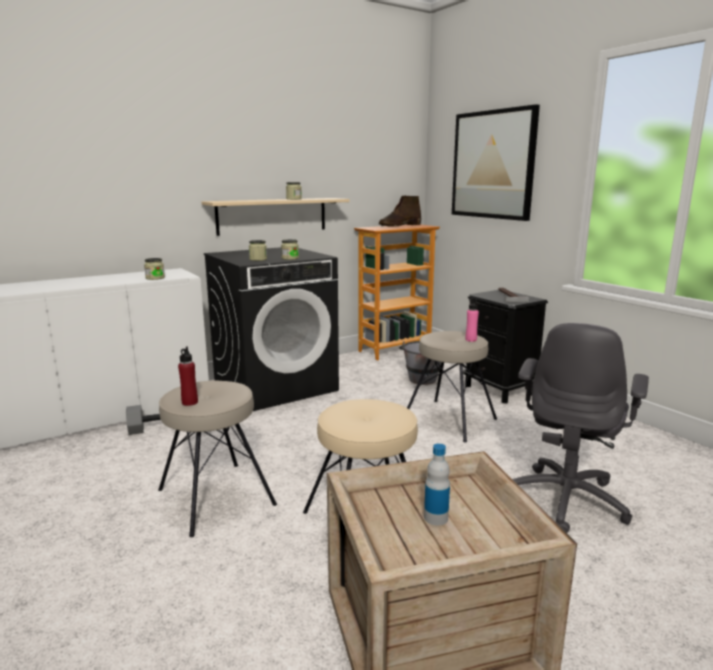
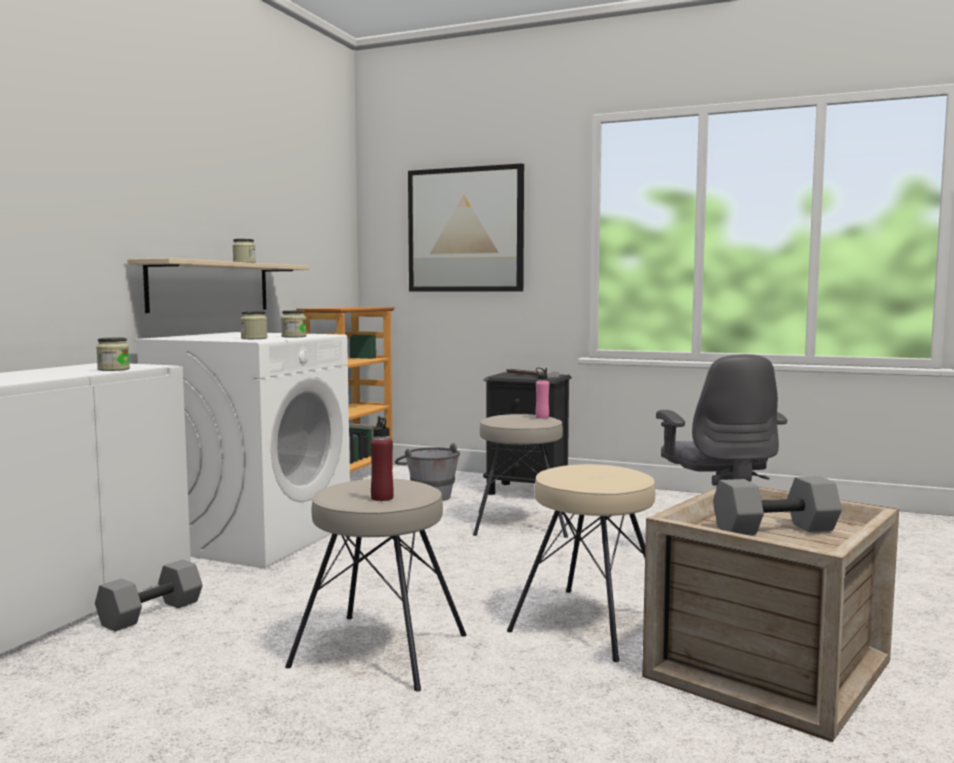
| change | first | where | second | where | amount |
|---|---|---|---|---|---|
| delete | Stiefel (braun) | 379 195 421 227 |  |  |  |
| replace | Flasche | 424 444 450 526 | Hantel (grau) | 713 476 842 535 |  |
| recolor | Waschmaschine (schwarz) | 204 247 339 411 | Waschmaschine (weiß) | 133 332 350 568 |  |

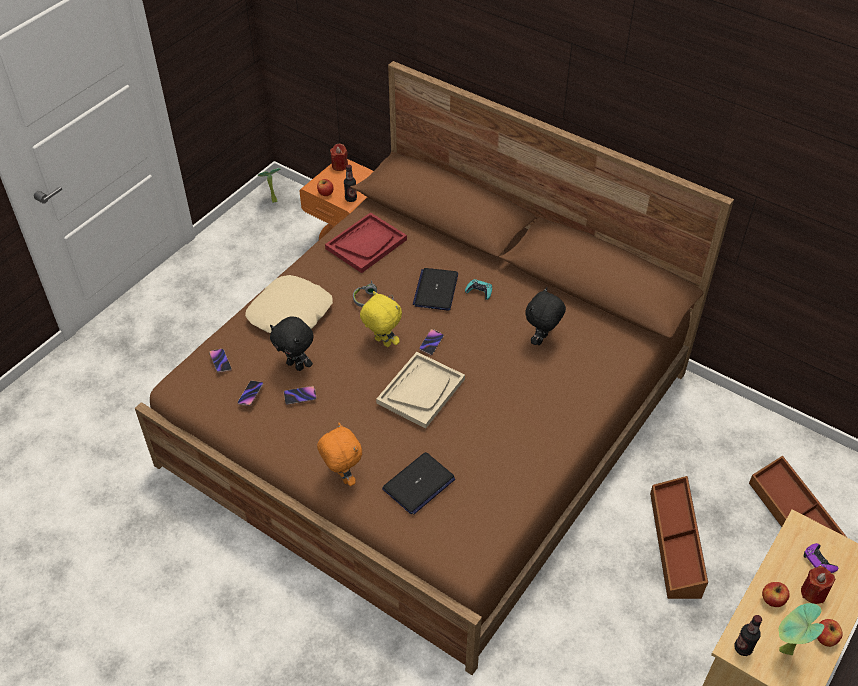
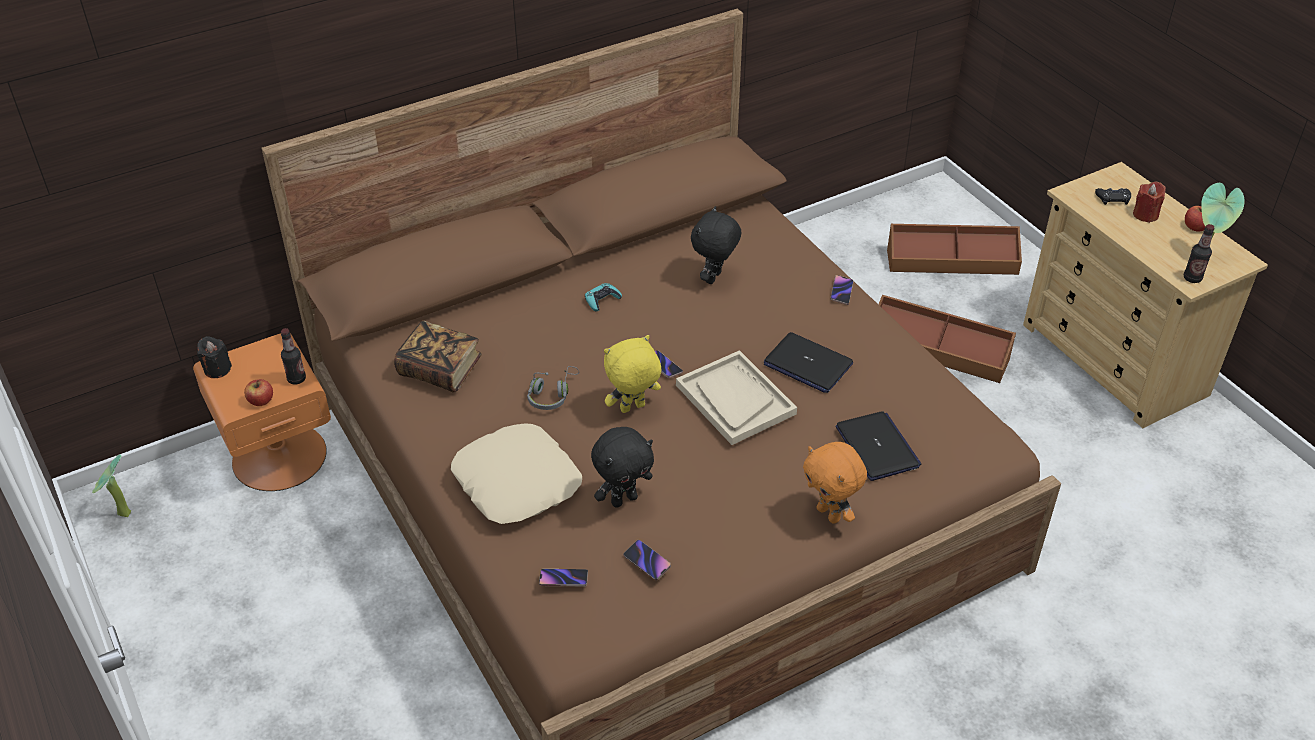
| change | first | where | second | where | amount |
|---|---|---|---|---|---|
| delete | Apfel | 762 582 790 607 |  |  |  |
| move | Handy | 284 386 317 405 |  | 830 275 853 305 |  |
| move | Laptop | 413 268 458 311 |  | 764 332 853 393 |  |
| replace | Tablett (rot) | 325 212 407 273 | Buch | 394 320 482 392 |  |
| recolor | Kerze (rot) | 330 144 348 171 | Kerze (schwarz) | 197 336 232 378 |  |
| recolor | Gamepad (lila) | 804 543 838 573 | Gamepad (schwarz) | 1095 188 1131 205 |  |
| rotate | Plüschtier (orange) | 317 422 362 486 |  | 803 442 867 524 | 120 degrees counterclockwise |
| rotate | Plüschtier (schwarz) | 526 287 566 345 |  | 691 206 741 284 | 60 degrees clockwise |

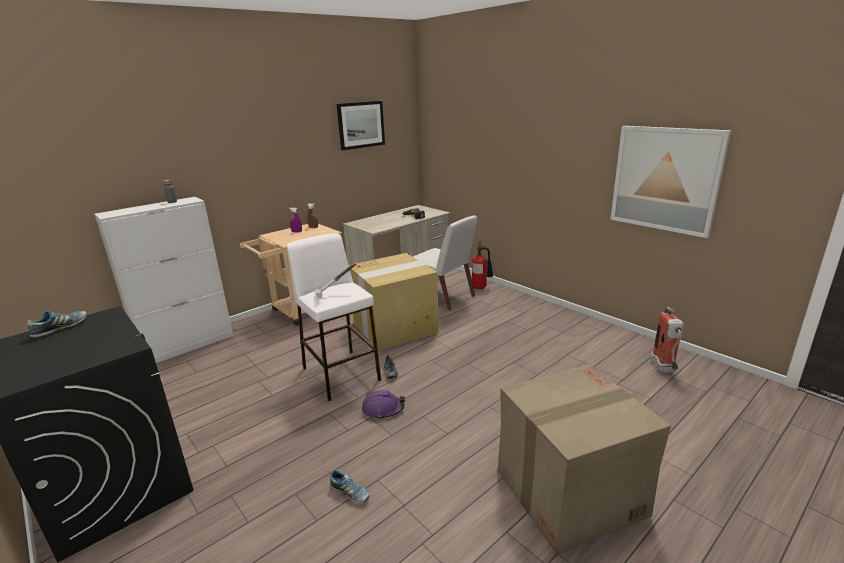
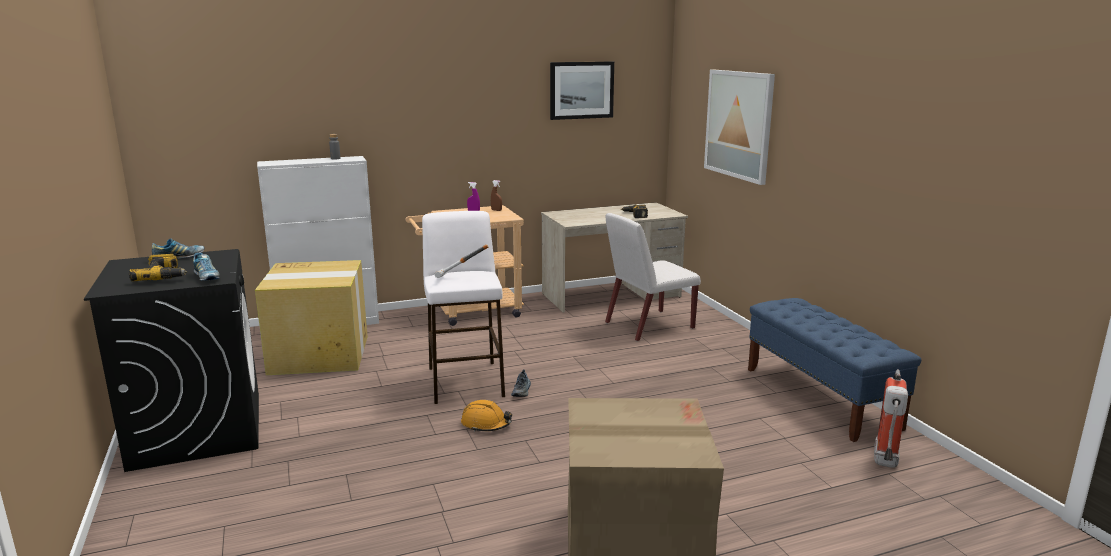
| change | first | where | second | where | amount |
|---|---|---|---|---|---|
| delete | Feuerlöscher | 472 241 493 289 |  |  |  |
| insert |  |  | Bohrmaschine | 129 254 187 281 |  |
| insert |  |  | Bank (blau) | 748 298 921 442 |  |
| move | Schuh | 330 470 370 503 |  | 193 253 220 281 |  |
| move | Karton | 349 253 439 351 |  | 255 260 368 375 |  |
| move | Bild | 610 126 732 238 |  | 704 70 775 185 |  |
| recolor | Schutzhelm (lila) | 362 390 405 419 | Schutzhelm (orange) | 461 400 512 432 |  |
| rotate | Stuhl (weiß) | 413 215 477 311 |  | 605 213 701 341 | 90 degrees clockwise |

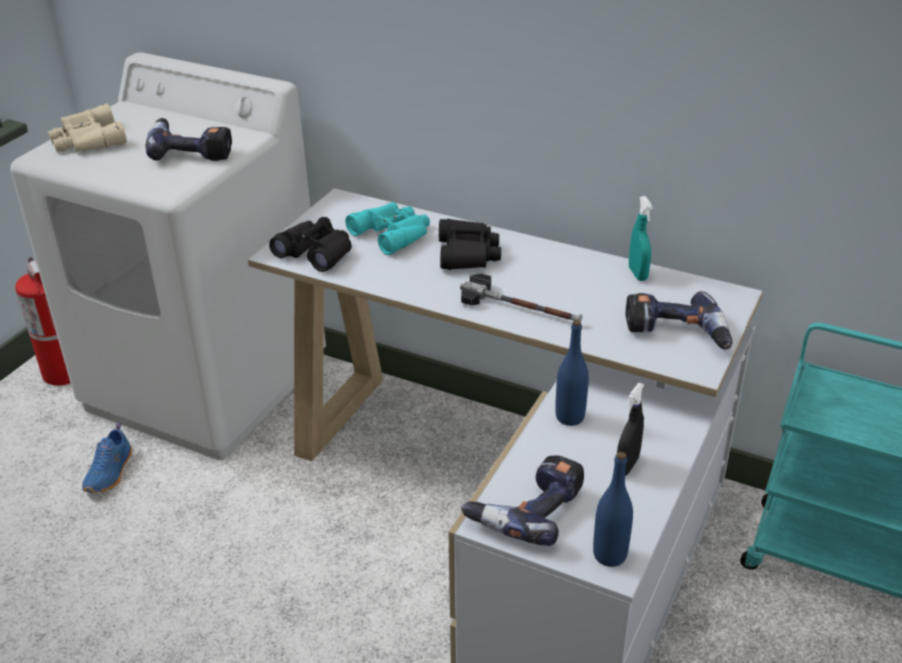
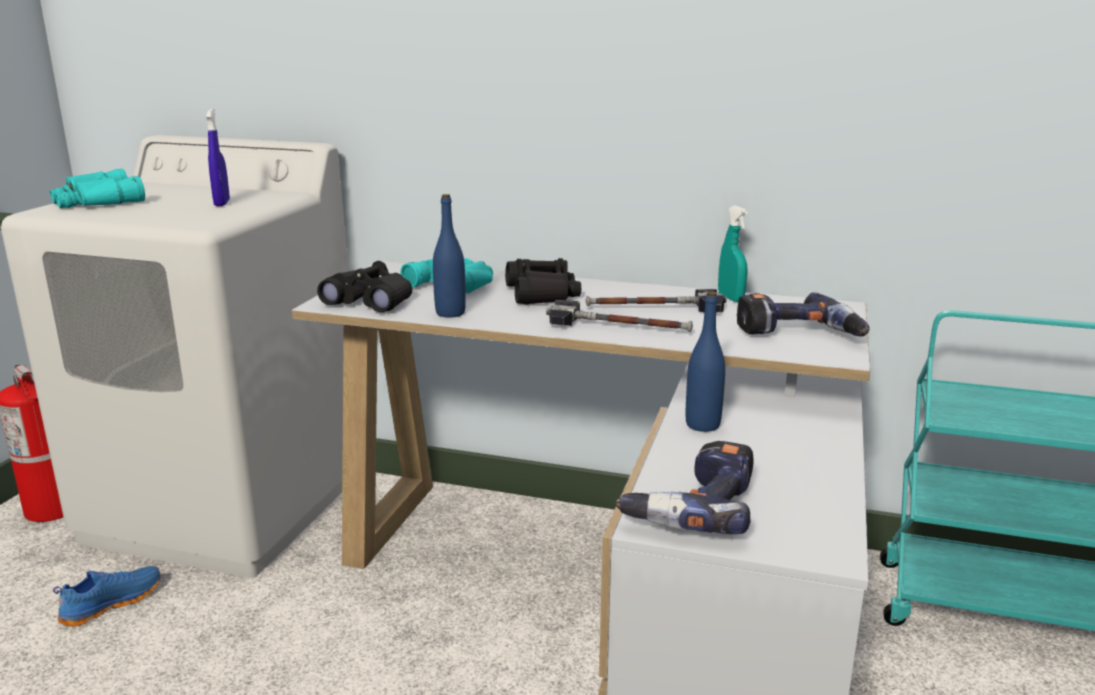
| change | first | where | second | where | amount |
|---|---|---|---|---|---|
| delete | Sprühflasche (schwarz) | 617 383 644 476 |  |  |  |
| insert |  |  | Hammer | 585 289 727 313 |  |
| move | Flasche (blau) | 593 452 633 567 |  | 433 194 466 318 |  |
| replace | Bohrmaschine | 145 118 232 161 | Sprühflasche (blau) | 206 109 230 206 |  |
| recolor | Fernglas (beige) | 48 103 127 152 | Fernglas (türkis) | 50 168 145 208 |  |
| rotate | Schuh (blau) | 82 423 132 493 |  | 53 566 161 627 | 135 degrees counterclockwise |

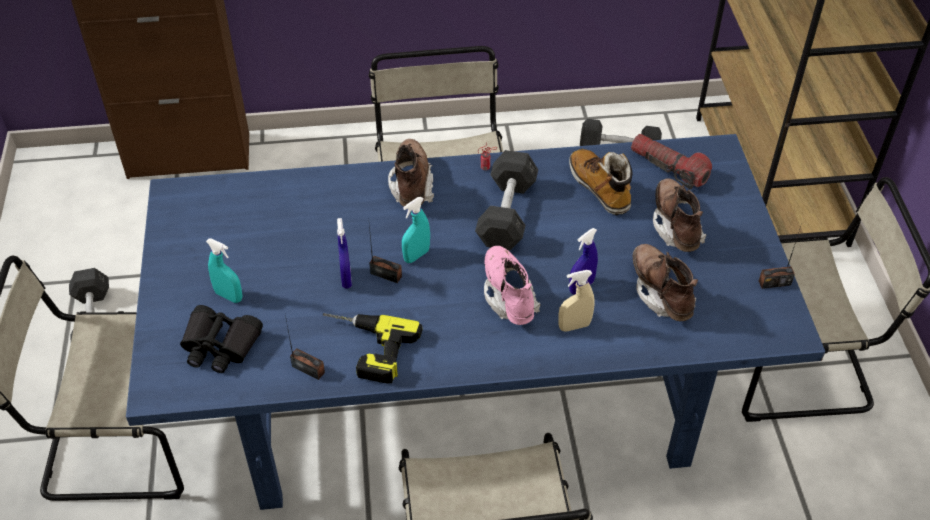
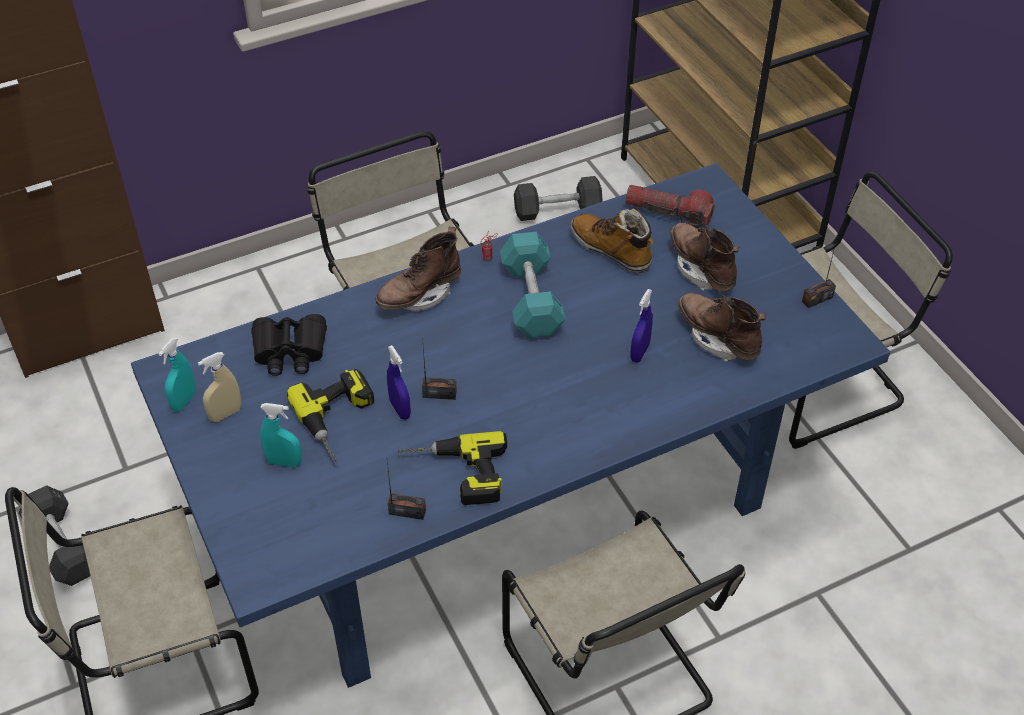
| change | first | where | second | where | amount |
|---|---|---|---|---|---|
| delete | Stiefel (rosa) | 484 246 541 325 |  |  |  |
| insert |  |  | Bohrmaschine | 287 369 374 462 |  |
| move | Fernglas (schwarz) | 180 305 263 373 |  | 251 314 327 376 |  |
| move | Sprühflasche (türkis) | 402 197 430 263 |  | 158 338 196 412 |  |
| move | Sprühflasche (beige) | 558 270 595 332 |  | 198 352 241 422 |  |
| recolor | Hantel (grau) | 475 150 538 250 | Hantel (türkis) | 500 232 566 338 |  |
| rotate | Stiefel (braun) | 388 139 434 207 |  | 375 227 461 311 | 105 degrees counterclockwise |

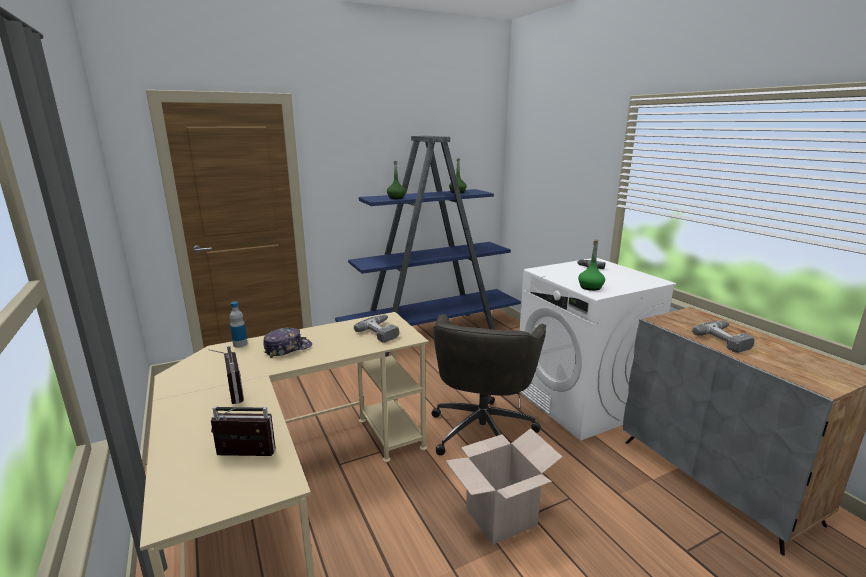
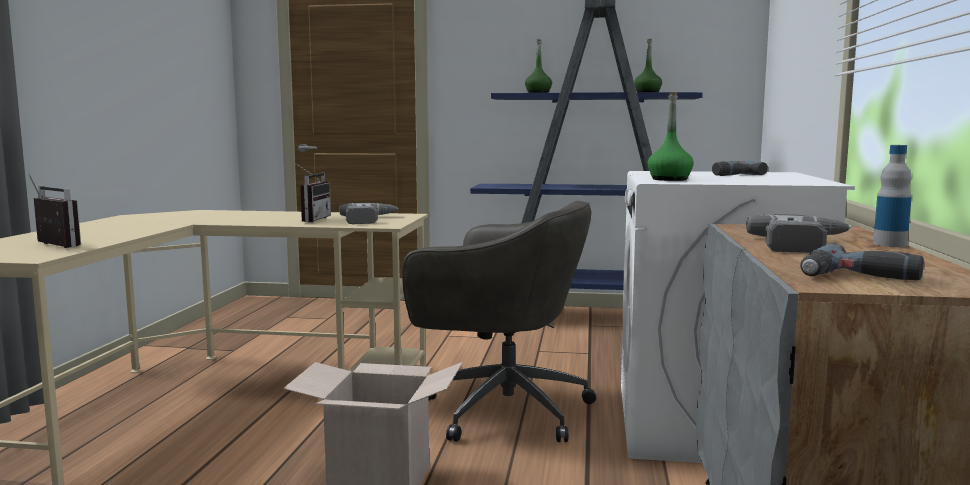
| change | first | where | second | where | amount |
|---|---|---|---|---|---|
| delete | Kappe | 263 328 312 358 |  |  |  |
| insert |  |  | Bohrmaschine | 800 243 924 280 |  |
| move | Radio | 208 346 244 404 |  | 294 162 331 222 |  |
| move | Flasche | 230 302 248 347 |  | 873 145 912 247 |  |
| rotate | Bürostuhl (grau) | 431 314 546 456 |  | 402 201 596 442 | 120 degrees counterclockwise |

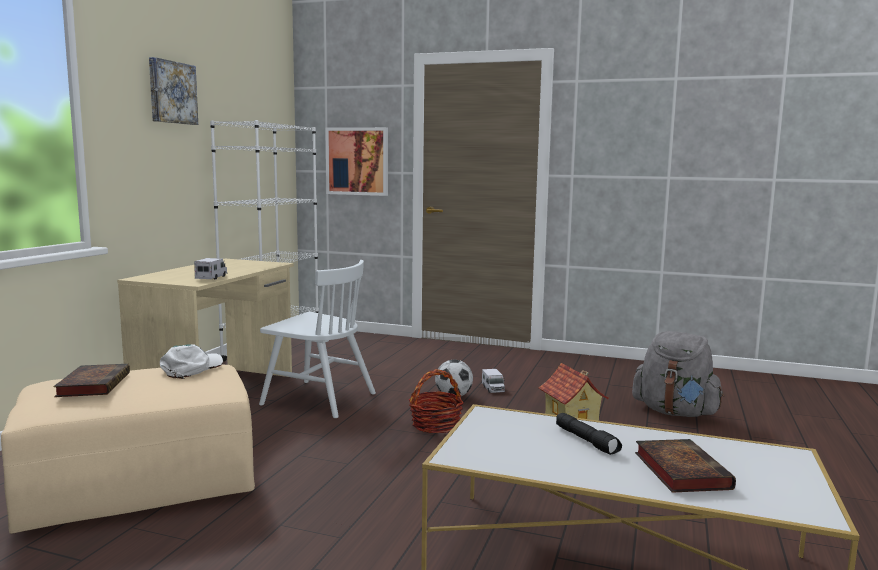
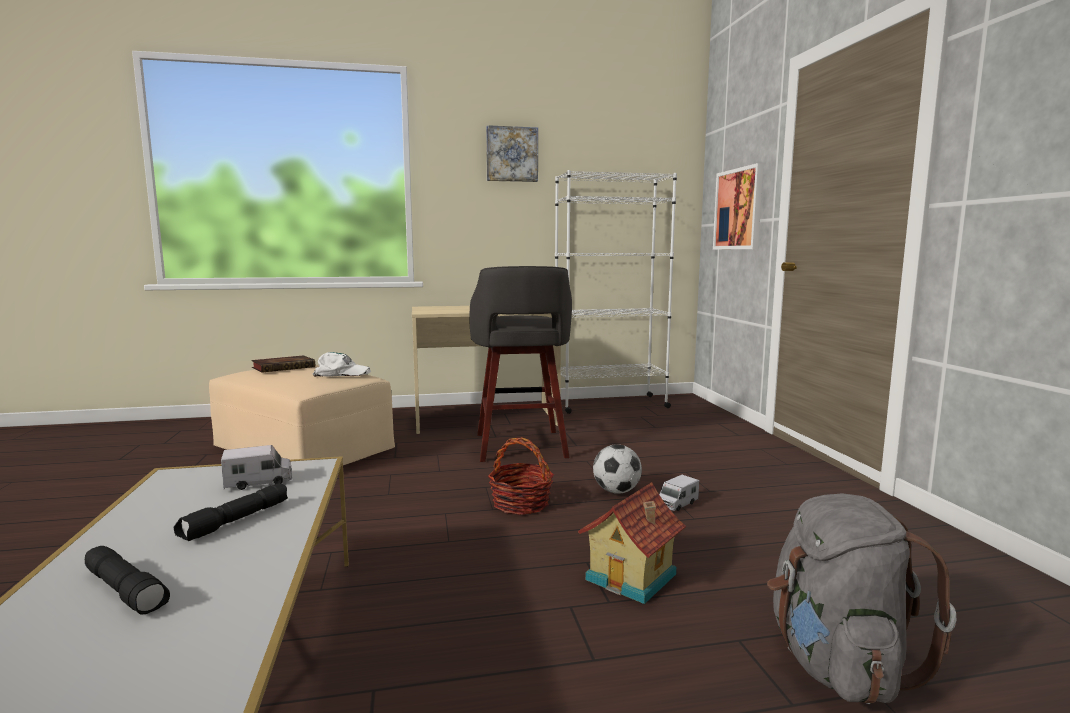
| change | first | where | second | where | amount |
|---|---|---|---|---|---|
| move | Spielzeuglaster | 194 258 227 280 |  | 221 445 292 490 |  |
| replace | Stuhl (weiß) | 259 260 376 418 | Hocker (grau) | 469 266 572 462 |  |
| replace | Buch | 635 439 736 493 | Taschenlampe (schwarz) | 85 546 170 615 |  |

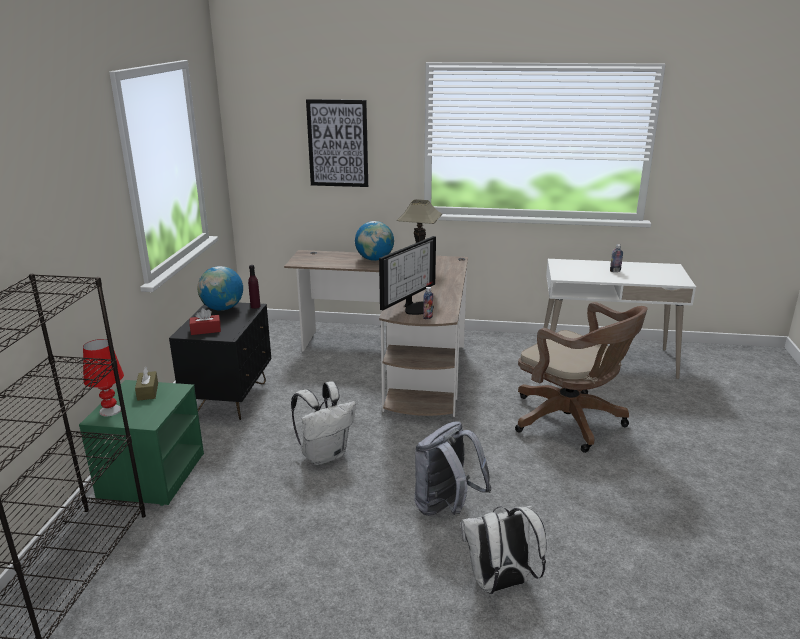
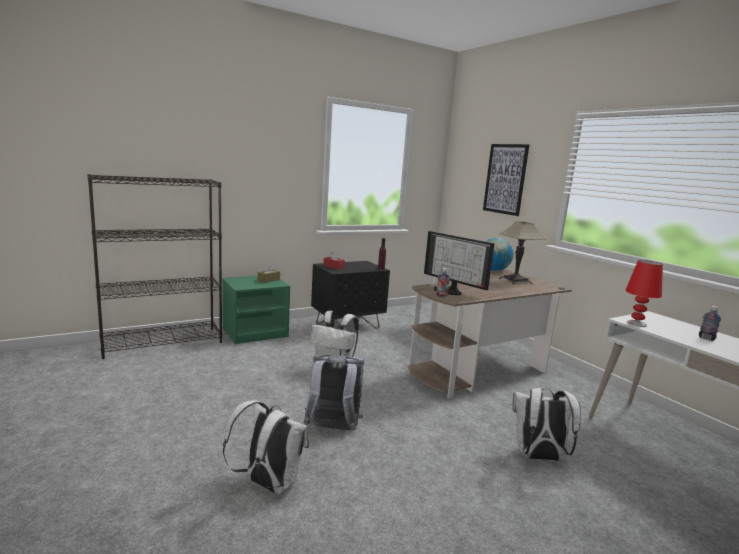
| change | first | where | second | where | amount |
|---|---|---|---|---|---|
| delete | Globus | 197 266 243 311 |  |  |  |
| move | Tischlampe (rot) | 83 339 124 417 |  | 625 260 663 327 |  |
| replace | Bürostuhl (braun) | 515 302 648 453 | Rucksack (weiß) | 512 388 581 461 |  |
| rotate | Monitor | 379 236 436 315 |  | 424 231 494 295 | 45 degrees clockwise |

